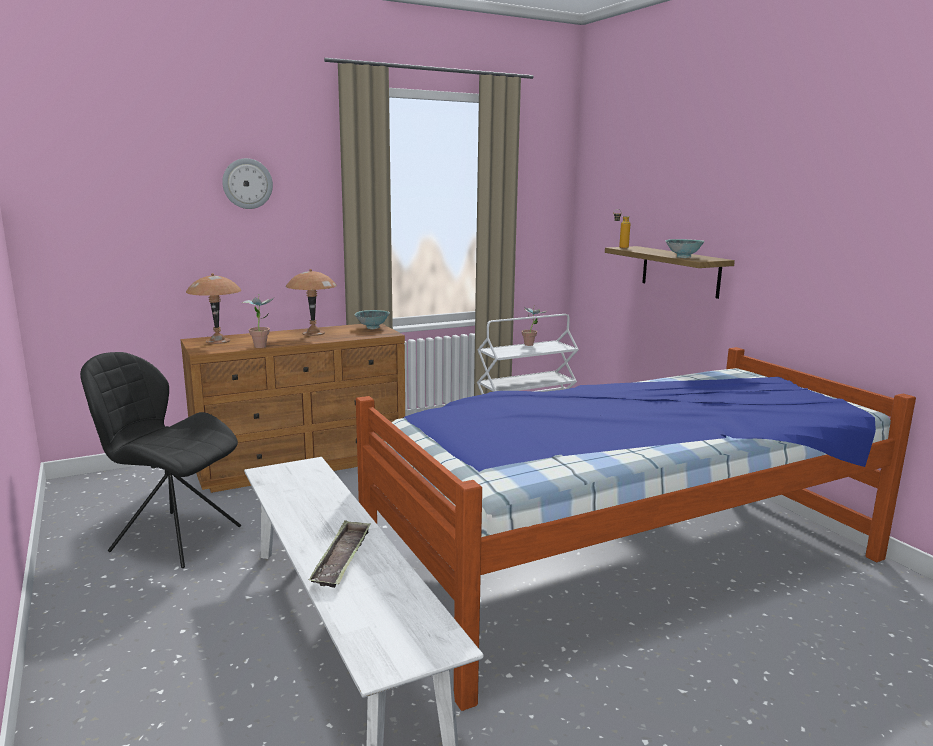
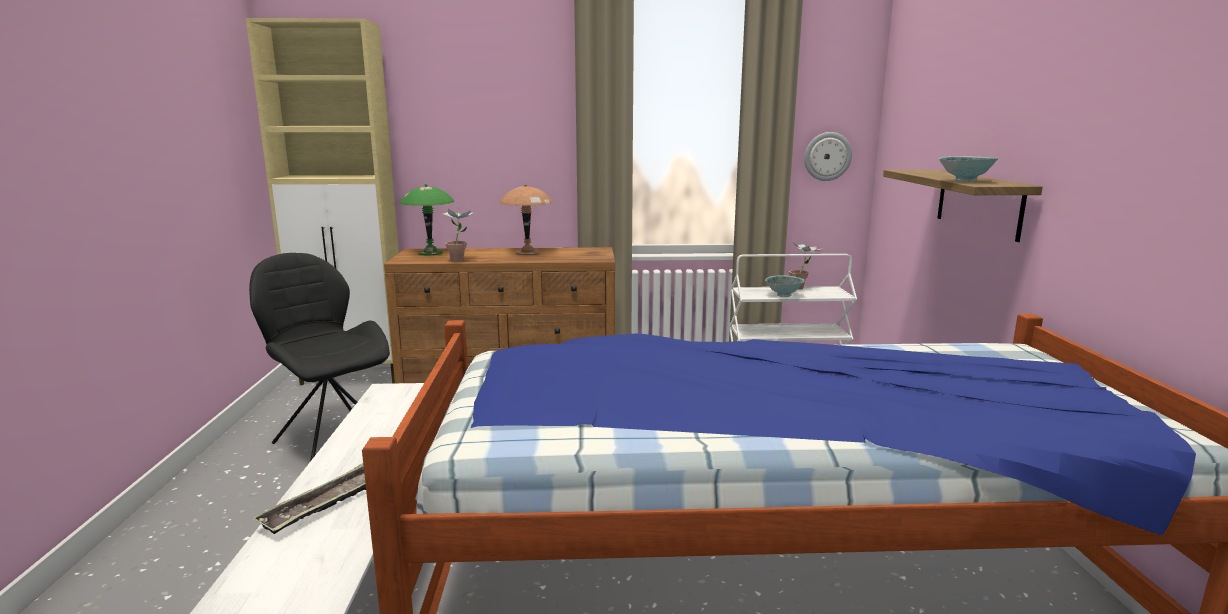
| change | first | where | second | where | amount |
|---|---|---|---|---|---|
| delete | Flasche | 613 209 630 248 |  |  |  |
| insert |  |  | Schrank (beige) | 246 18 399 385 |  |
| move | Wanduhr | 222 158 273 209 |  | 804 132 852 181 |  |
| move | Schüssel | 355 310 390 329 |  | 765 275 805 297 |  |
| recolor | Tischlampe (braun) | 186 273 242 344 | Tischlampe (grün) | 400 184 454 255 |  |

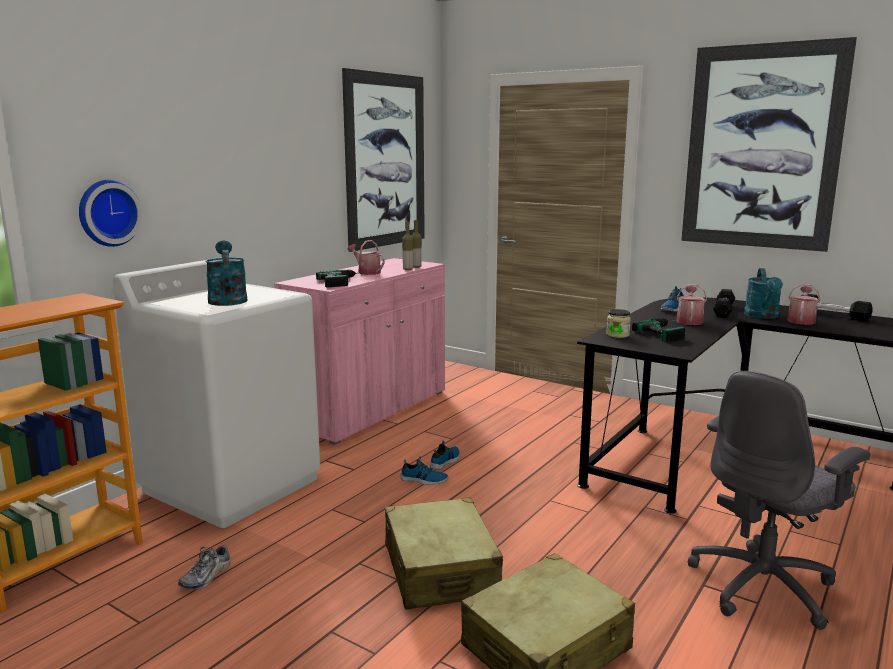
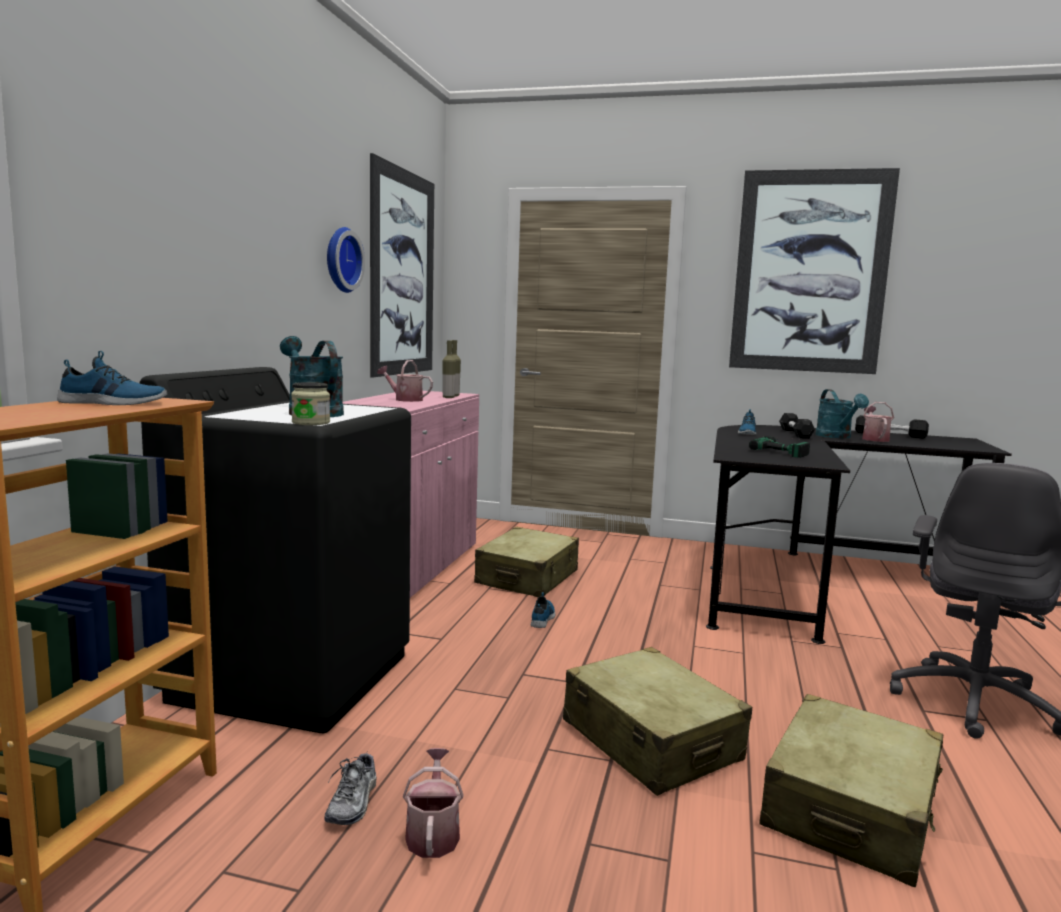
| change | first | where | second | where | amount |
|---|---|---|---|---|---|
| delete | Bohrmaschine | 316 270 364 287 |  |  |  |
| insert |  |  | Koffer (beige) | 474 527 579 597 |  |
| move | Wanduhr | 79 180 142 247 |  | 327 227 365 293 |  |
| move | Schuh | 400 457 448 485 |  | 57 351 167 405 |  |
| move | Vorratsglas | 606 309 631 338 |  | 291 382 330 425 |  |
| move | Gießkanne | 676 284 707 325 |  | 403 748 464 858 |  |
| recolor | Waschmaschine (weiß) | 113 260 320 528 | Waschmaschine (schwarz) | 140 367 411 733 |  |

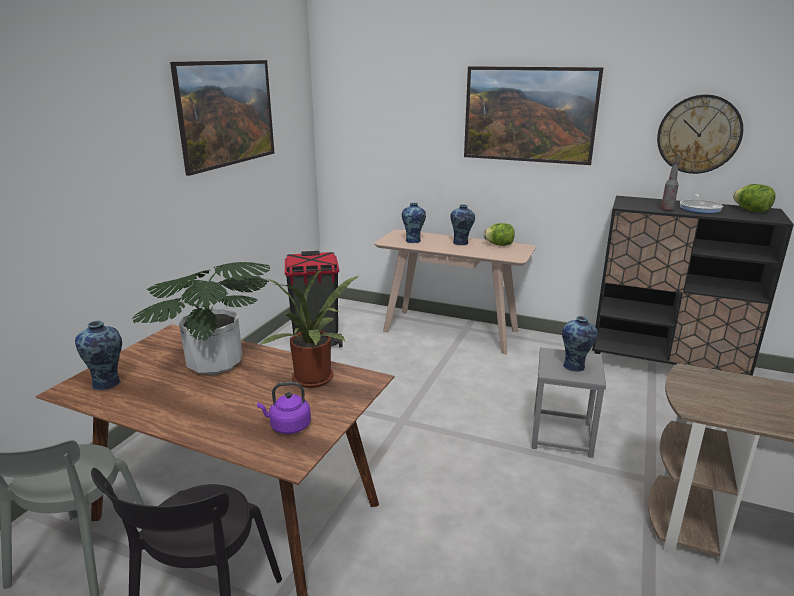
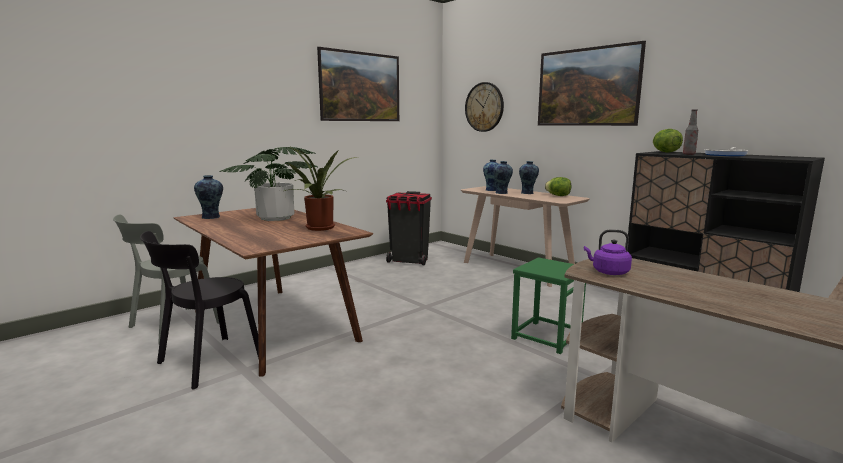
| change | first | where | second | where | amount |
|---|---|---|---|---|---|
| move | Wasserkessel (lila) | 257 382 311 434 |  | 584 229 632 275 |  |
| move | Vase | 562 316 598 372 |  | 493 161 513 194 |  |
| move | Wanduhr | 657 94 743 174 |  | 465 82 504 132 |  |
| move | Salatkopf | 733 184 776 212 |  | 653 129 683 153 |  |
| recolor | Hocker (grau) | 532 348 606 458 | Hocker (grün) | 511 257 586 354 |  |

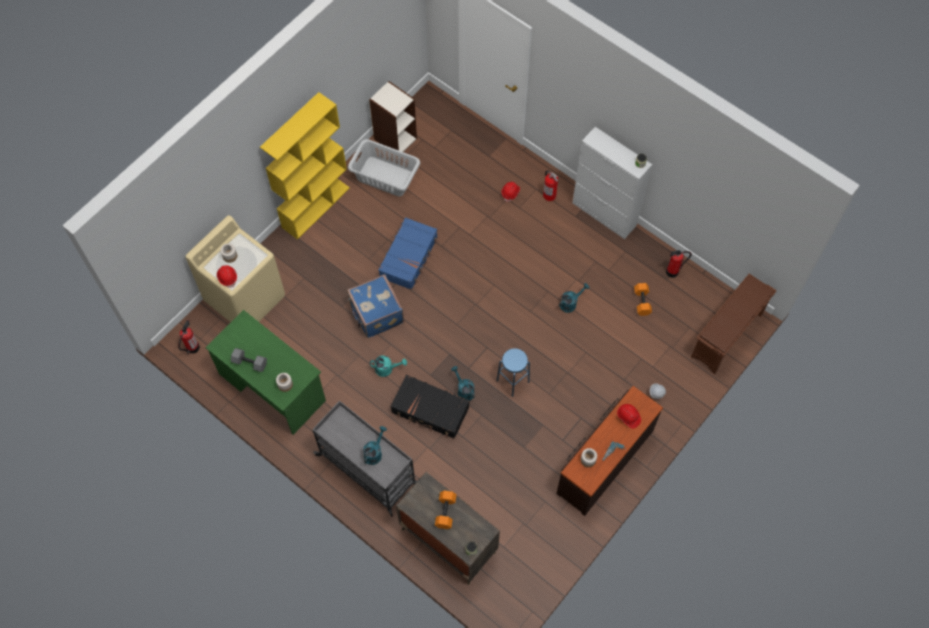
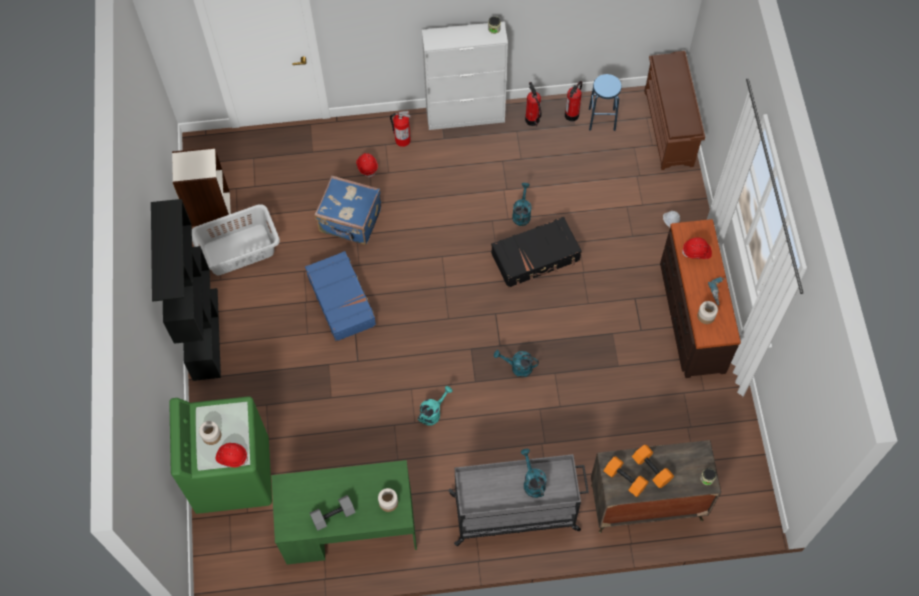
| change | first | where | second | where | amount |
|---|---|---|---|---|---|
| move | Feuerlöscher | 178 320 200 355 |  | 525 82 542 126 |  |
| move | Koffer (blau) | 347 274 404 338 |  | 314 175 382 245 |  |
| move | Koffer (schwarz) | 390 375 469 439 |  | 491 217 582 288 |  |
| move | Hocker (blau) | 497 348 530 397 |  | 589 74 622 131 |  |
| move | Hantel (orange) | 634 283 652 316 |  | 604 456 649 497 |  |
| recolor | Waschmaschine (beige) | 185 215 285 322 | Waschmaschine (grün) | 169 396 272 514 |  |
| recolor | Bücherregal (gelb) | 260 92 350 240 | Bücherregal (schwarz) | 151 199 221 381 |  |

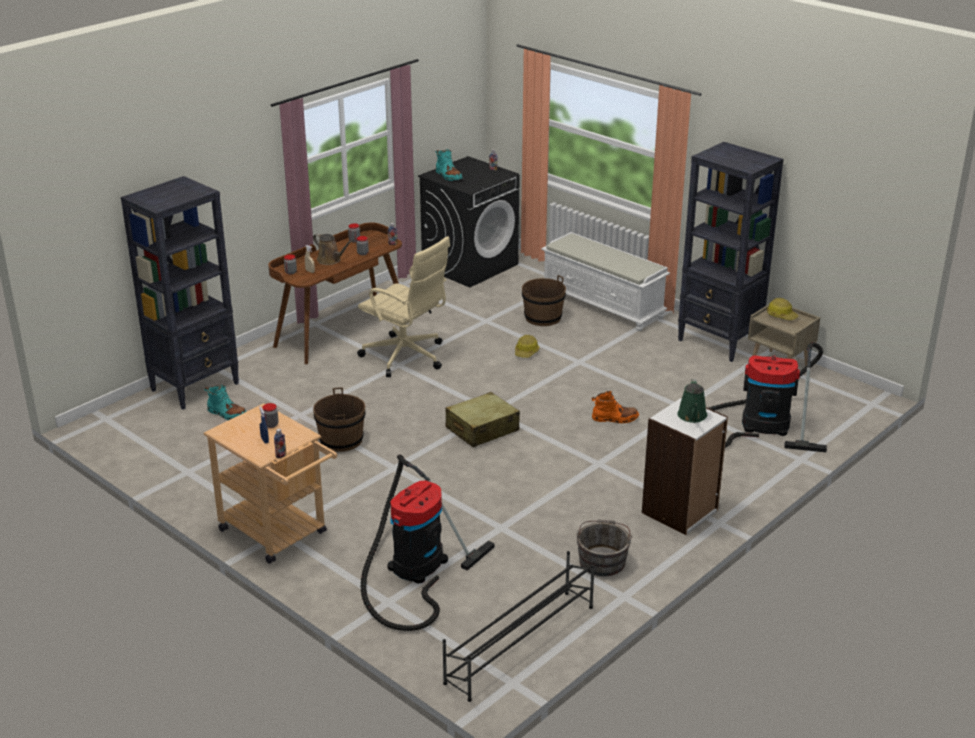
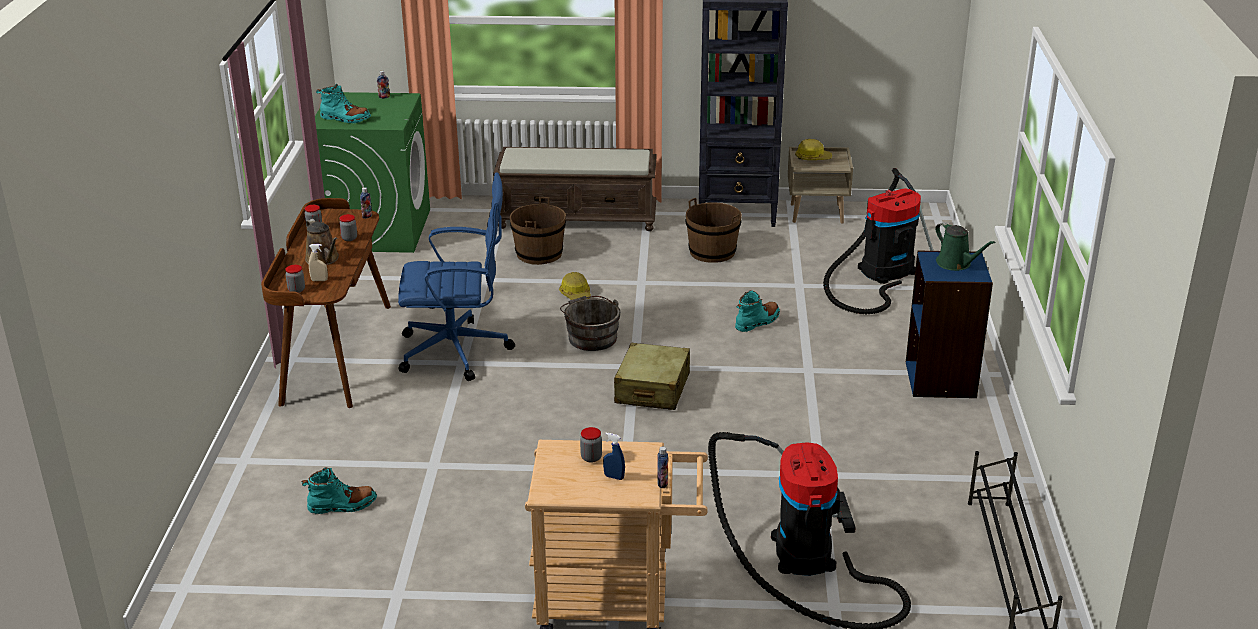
| change | first | where | second | where | amount |
|---|---|---|---|---|---|
| delete | Bücherregal (schwarz) | 121 176 239 409 |  |  |  |
| move | Eimer (braun) | 313 387 366 452 |  | 685 198 742 263 |  |
| move | Eimer (grau) | 576 519 632 576 |  | 560 296 620 351 |  |
| recolor | Bürostuhl (beige) | 357 236 450 377 | Bürostuhl (blau) | 398 173 515 381 |  |
| recolor | Waschmaschine (schwarz) | 418 156 520 288 | Waschmaschine (grün) | 315 92 430 253 |  |
| recolor | Bank (weiß) | 541 232 670 331 | Bank (braun) | 493 147 657 231 |  |
| recolor | Stiefel (orange) | 591 391 639 423 | Stiefel (türkis) | 735 290 780 332 |  |
| recolor | Bücherregal (weiß) | 642 397 728 535 | Bücherregal (blau) | 906 251 993 398 |  |
| rotate | Gießkanne (braun) | 313 233 352 265 |  | 305 219 339 265 | 60 degrees clockwise |

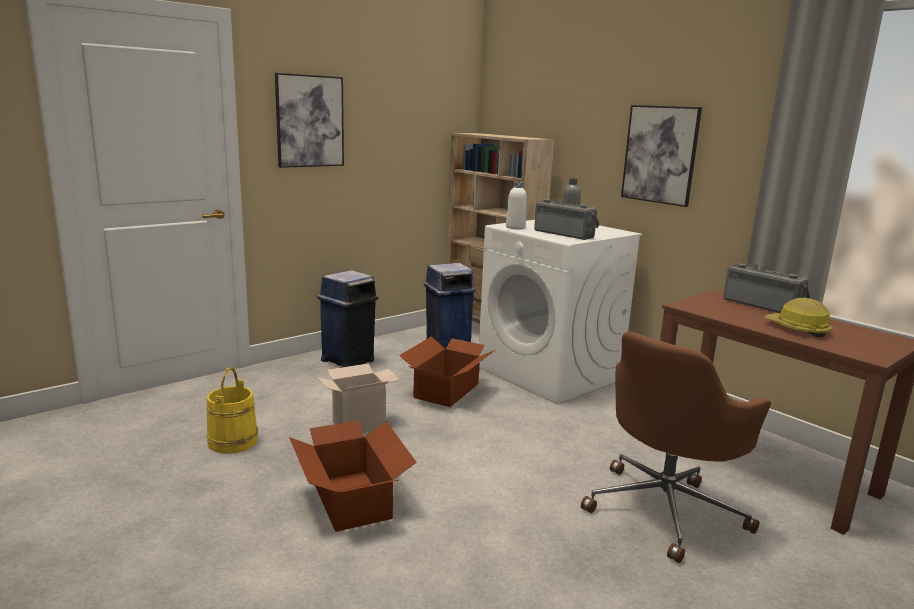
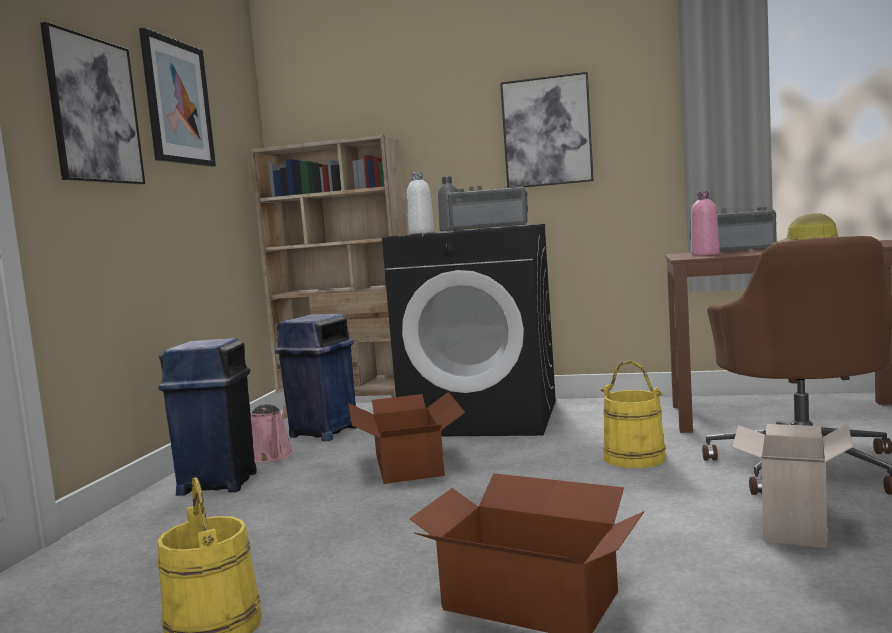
| change | first | where | second | where | amount |
|---|---|---|---|---|---|
| insert |  |  | Bild | 139 28 216 167 |  |
| insert |  |  | Gießkanne (rosa) | 251 404 293 463 |  |
| insert |  |  | Eimer (gelb) | 600 360 666 468 |  |
| insert |  |  | Flasche (rosa) | 691 191 720 256 |  |
| move | Karton | 317 363 400 432 |  | 732 423 853 548 |  |
| recolor | Waschmaschine (weiß) | 479 220 642 404 | Waschmaschine (schwarz) | 382 224 556 436 |  |

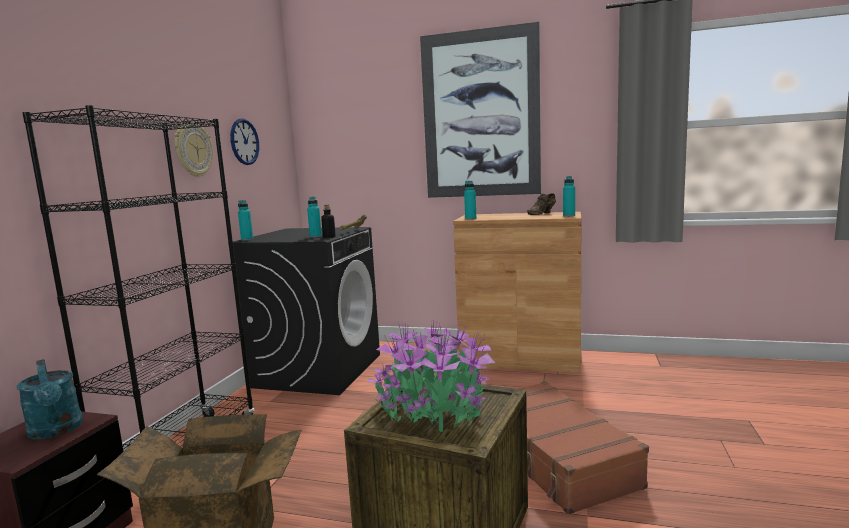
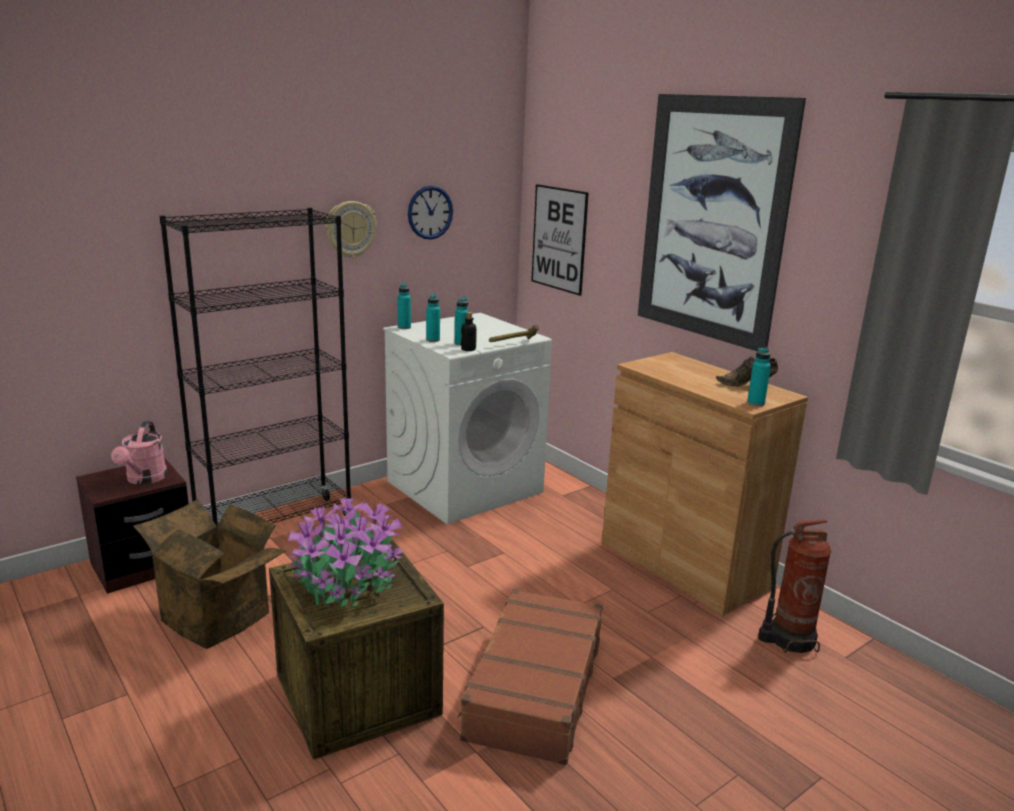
| change | first | where | second | where | amount |
|---|---|---|---|---|---|
| insert |  |  | Bild | 531 184 589 296 |  |
| insert |  |  | Feuerlöscher | 758 519 831 653 |  |
| move | Flasche (türkis) | 464 181 476 220 |  | 426 294 440 342 |  |
| recolor | Gießkanne (türkis) | 17 359 83 439 | Gießkanne (rosa) | 111 421 167 485 |  |
| recolor | Waschmaschine (schwarz) | 228 227 380 395 | Waschmaschine (weiß) | 383 313 552 524 |  |

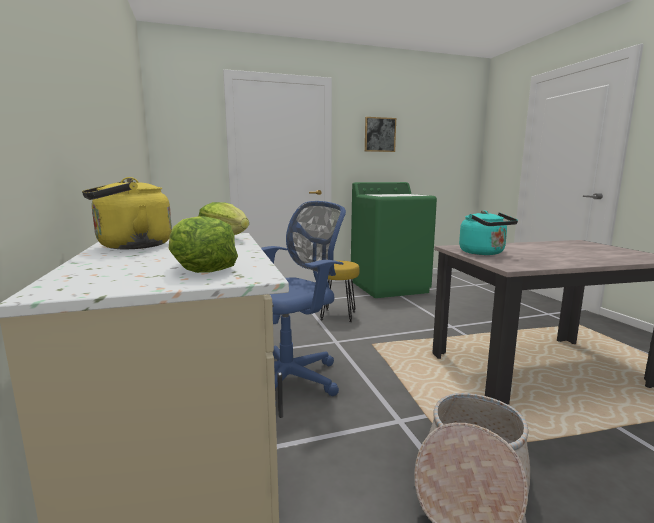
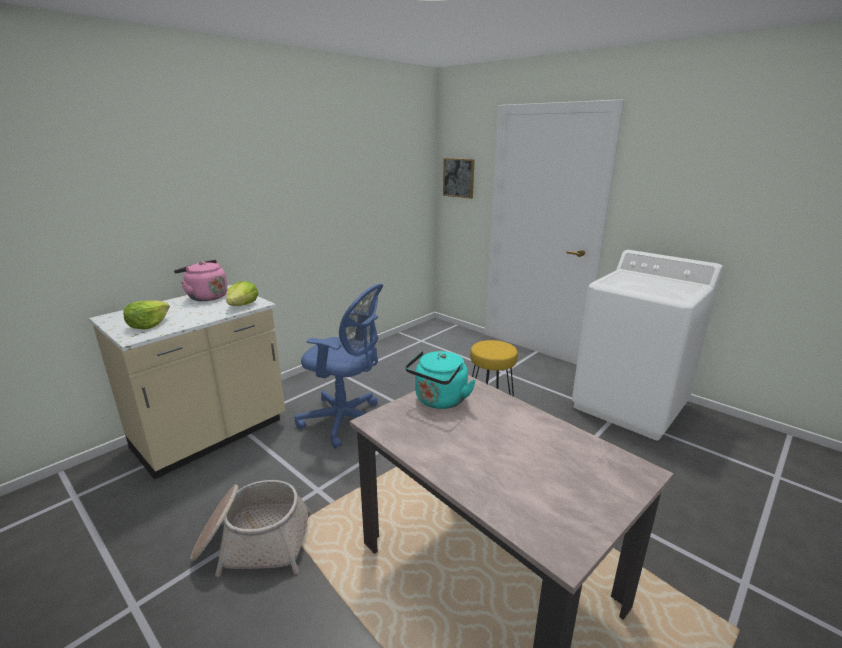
| change | first | where | second | where | amount |
|---|---|---|---|---|---|
| move | Bild | 365 117 396 152 |  | 443 158 475 199 |  |
| recolor | Wasserkessel (gelb) | 82 177 172 249 | Wasserkessel (rosa) | 174 260 228 301 |  |
| recolor | Waschmaschine (grün) | 351 182 437 298 | Waschmaschine (weiß) | 572 250 723 441 |  |

